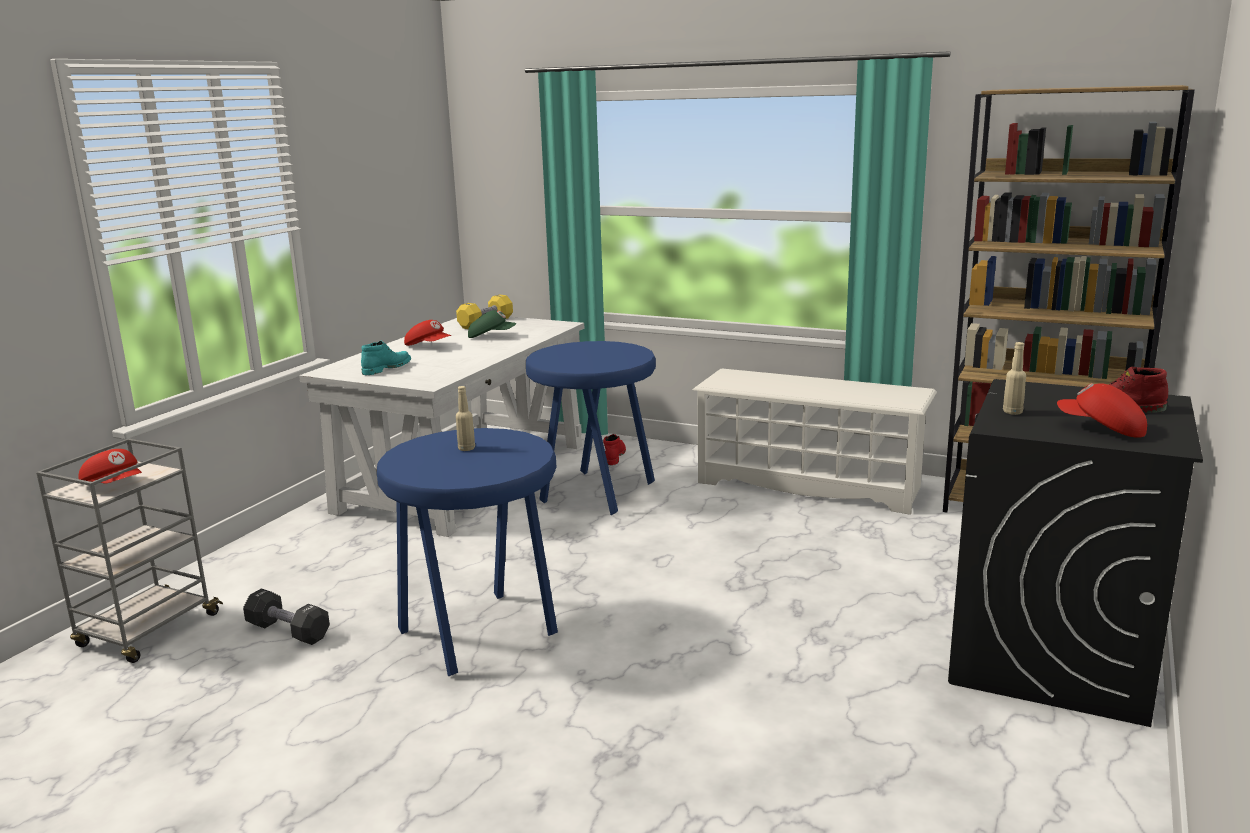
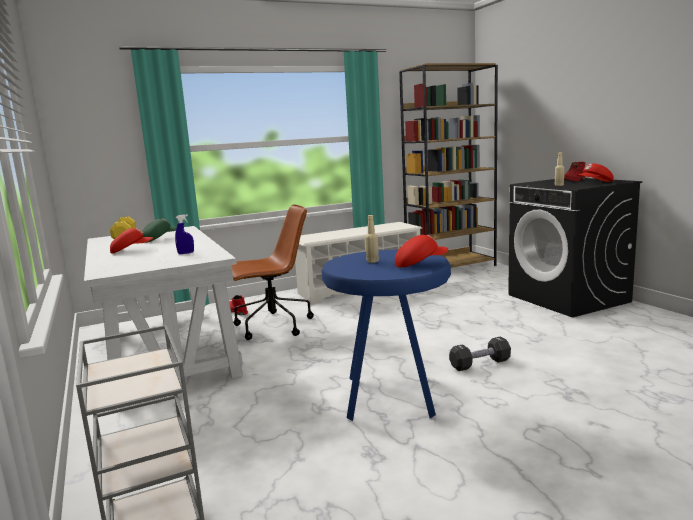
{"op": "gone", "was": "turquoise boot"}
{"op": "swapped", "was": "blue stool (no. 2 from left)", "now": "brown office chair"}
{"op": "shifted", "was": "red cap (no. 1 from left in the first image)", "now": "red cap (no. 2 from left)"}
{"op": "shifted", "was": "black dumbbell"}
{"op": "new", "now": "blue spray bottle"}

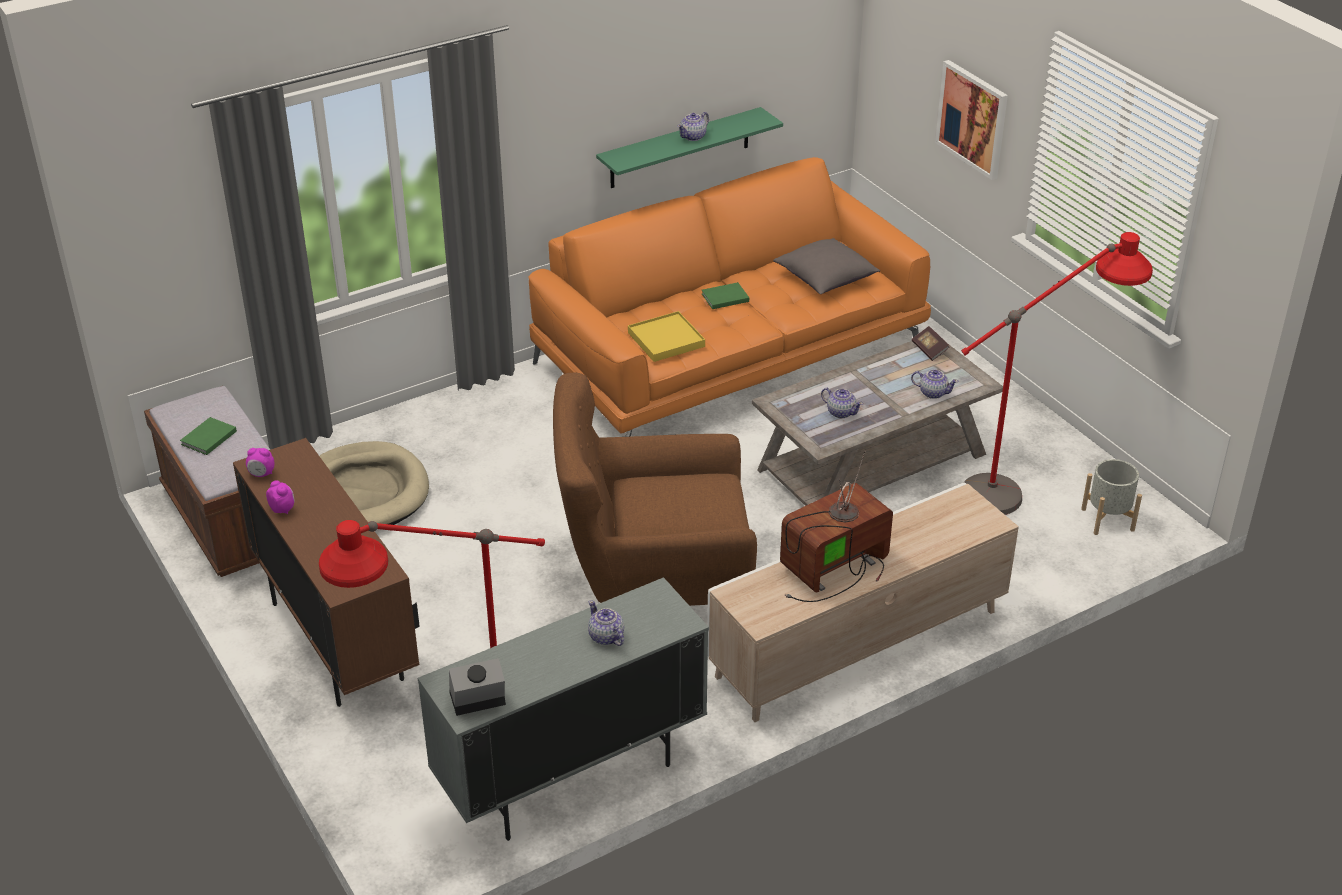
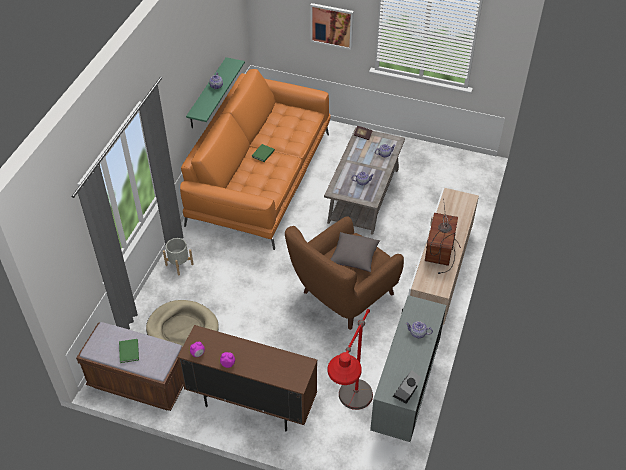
{"op": "gone", "was": "red floor lamp (no. 2 from left)"}
{"op": "shifted", "was": "grey pillow"}
{"op": "gone", "was": "yellow tray"}
{"op": "shifted", "was": "grey planter"}

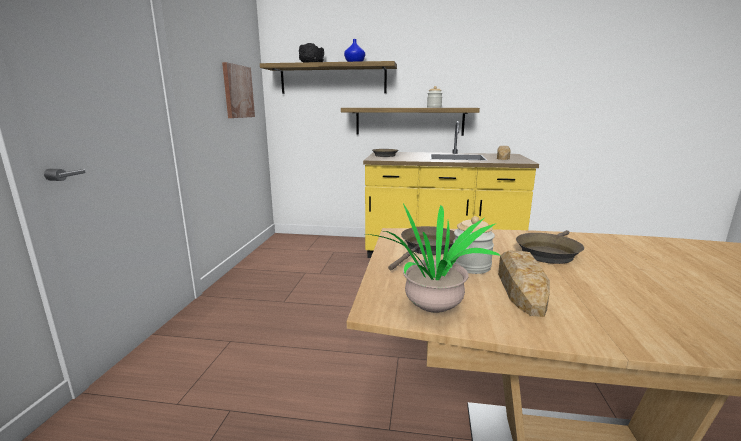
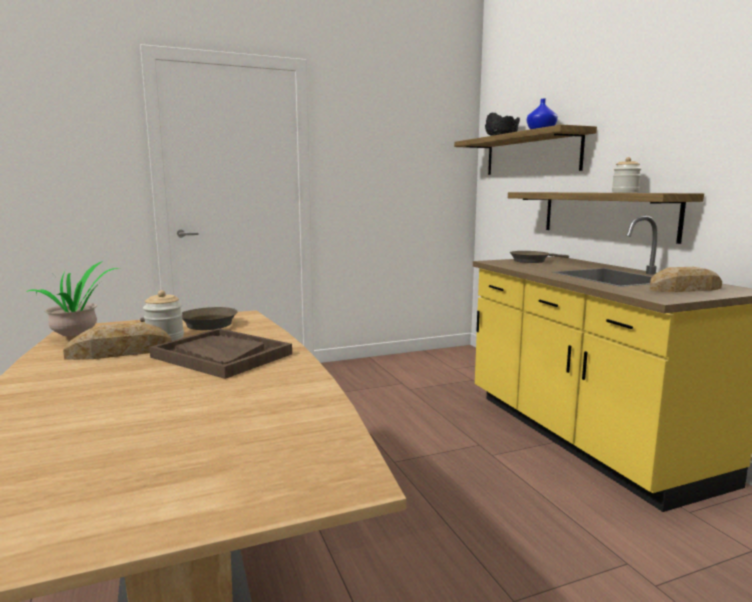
{"op": "gone", "was": "picture"}
{"op": "swapped", "was": "brown frying pan (no. 3 from left)", "now": "brown tray"}

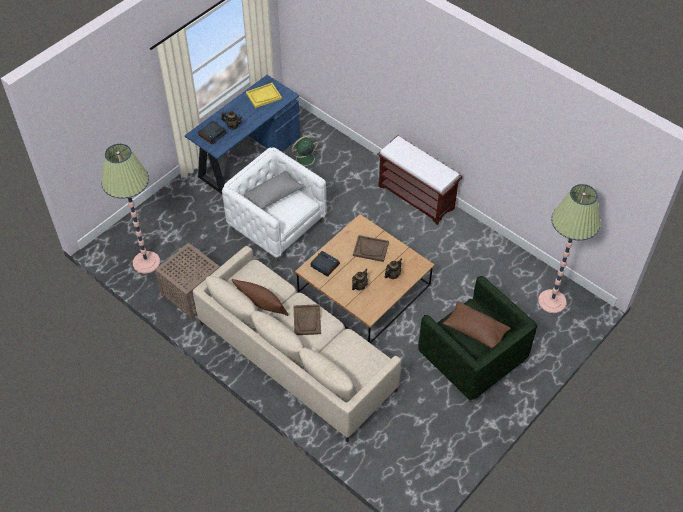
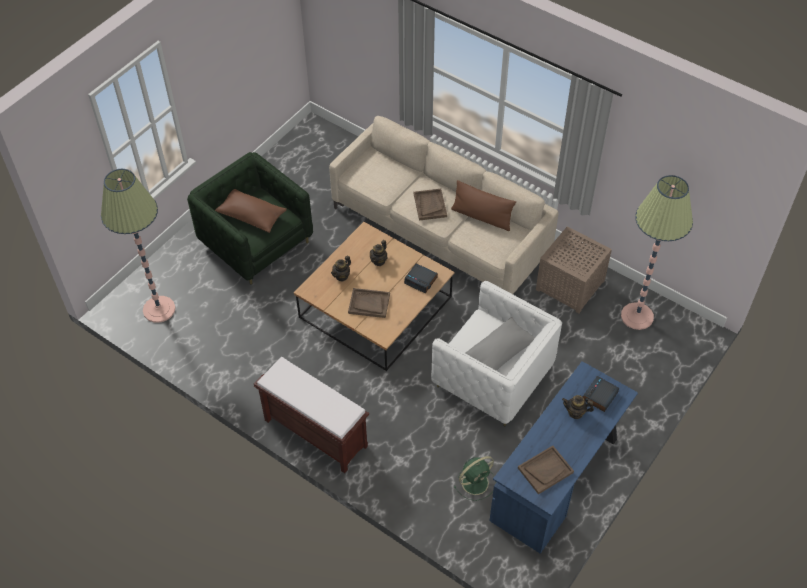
{"op": "repainted", "was": "yellow tray", "now": "brown tray (no. 3 from left)"}

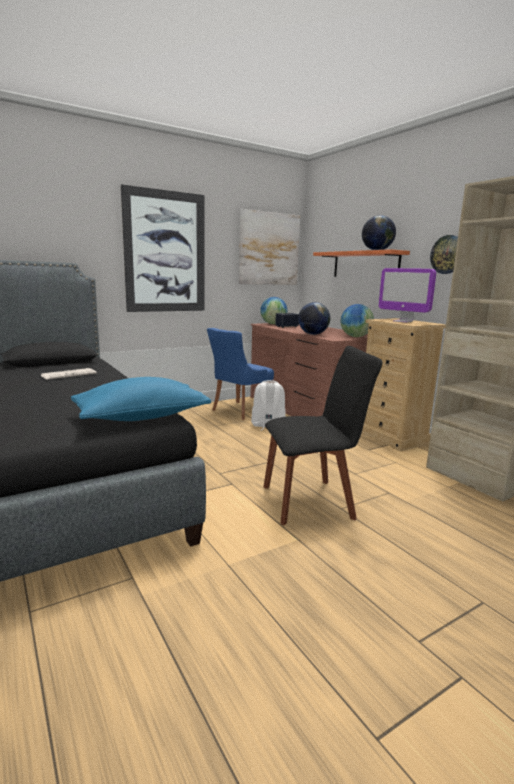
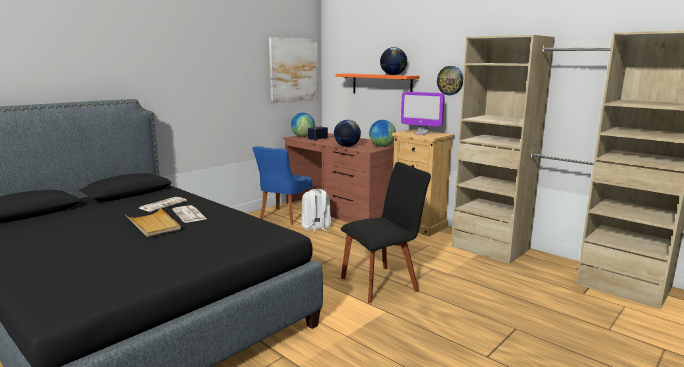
{"op": "gone", "was": "picture (no. 1 from left)"}
{"op": "gone", "was": "blue pillow"}
{"op": "new", "now": "newspaper (no. 2 from left)"}
{"op": "new", "now": "beige tray"}

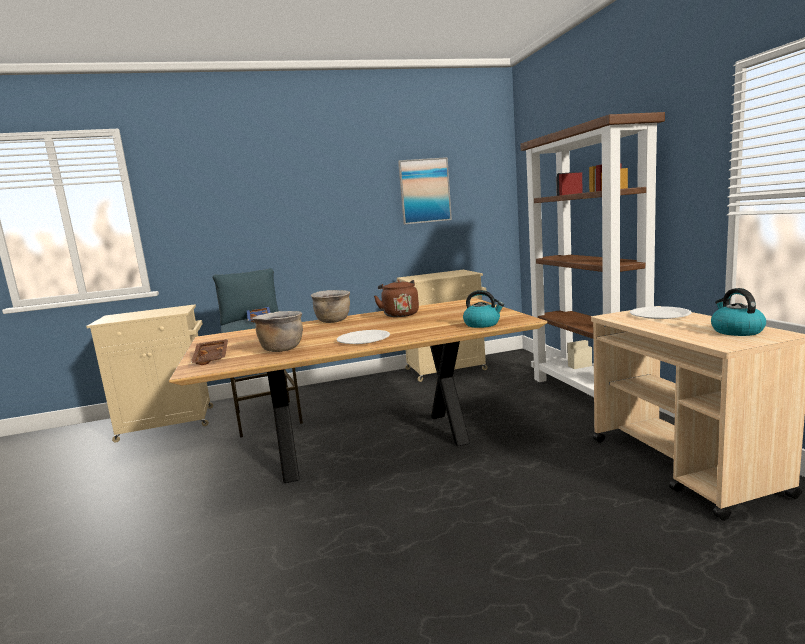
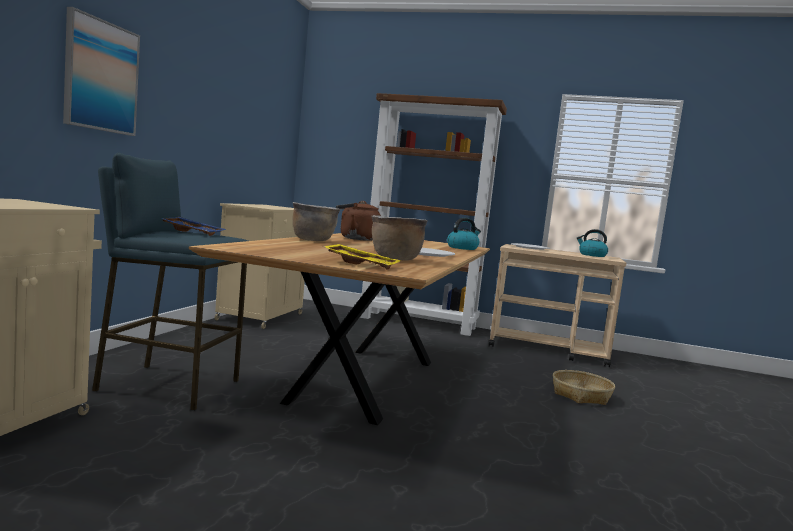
{"op": "shifted", "was": "picture"}
{"op": "repainted", "was": "brown tray", "now": "yellow tray"}
{"op": "new", "now": "basket"}

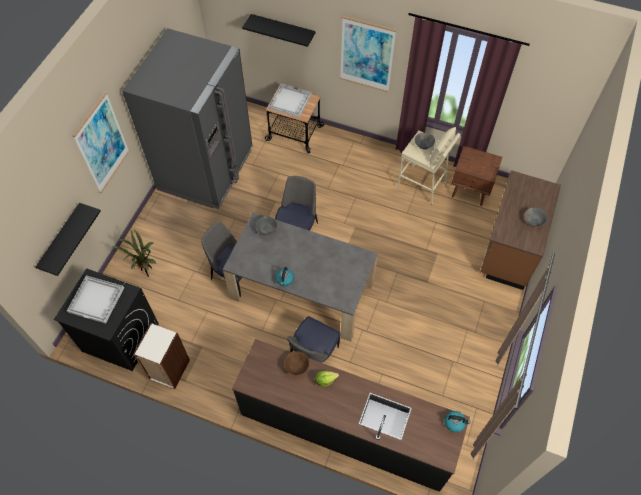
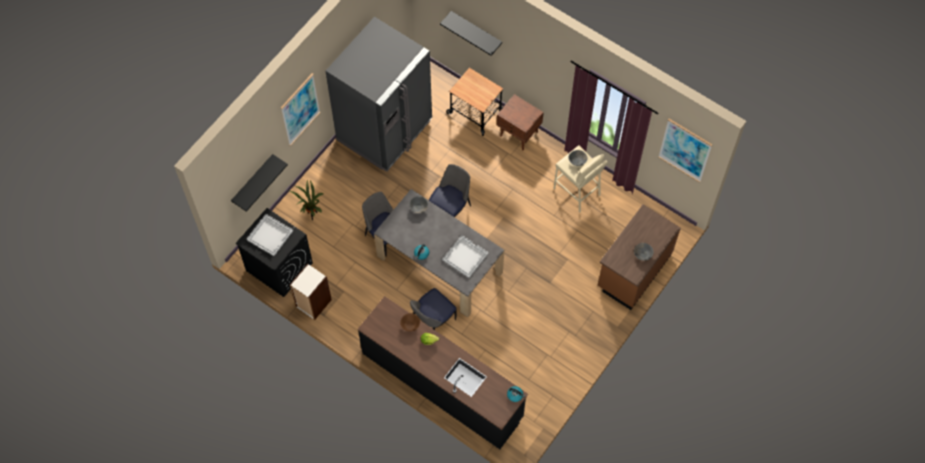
{"op": "shifted", "was": "picture (no. 2 from left)"}
{"op": "shifted", "was": "white tray (no. 2 from left)"}
{"op": "shifted", "was": "brown nightstand"}

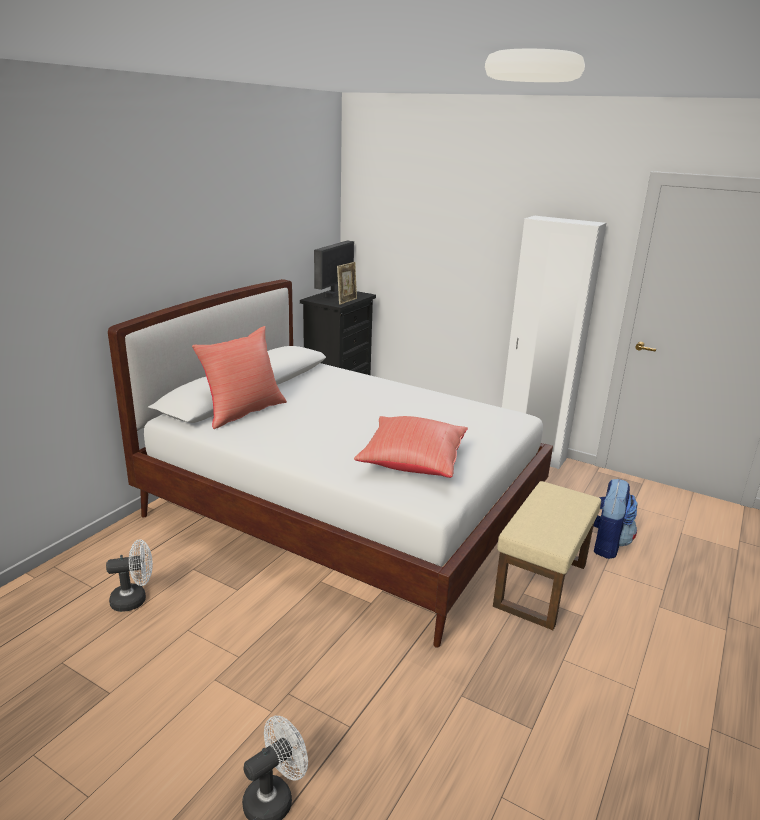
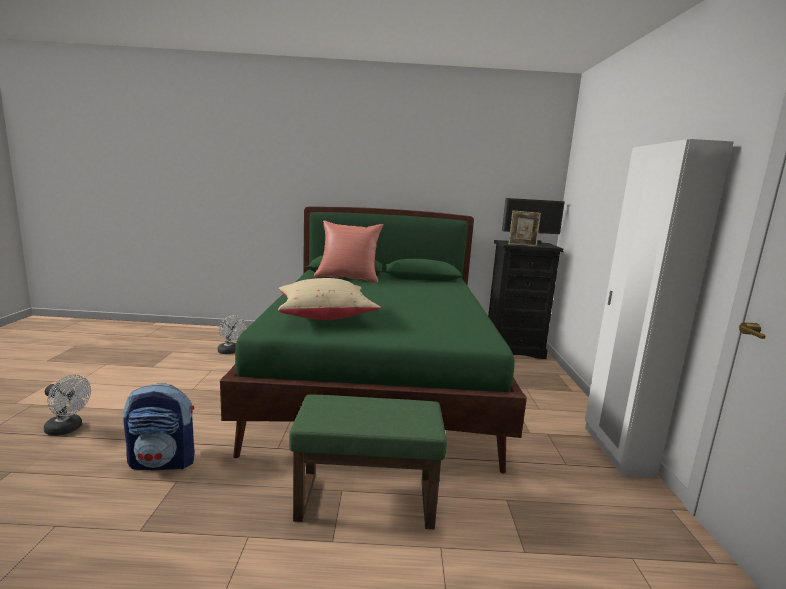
{"op": "repainted", "was": "white bed", "now": "green bed"}
{"op": "repainted", "was": "red pillow (no. 2 from left)", "now": "beige pillow"}
{"op": "shifted", "was": "backpack"}
{"op": "repainted", "was": "beige ottoman", "now": "green ottoman"}

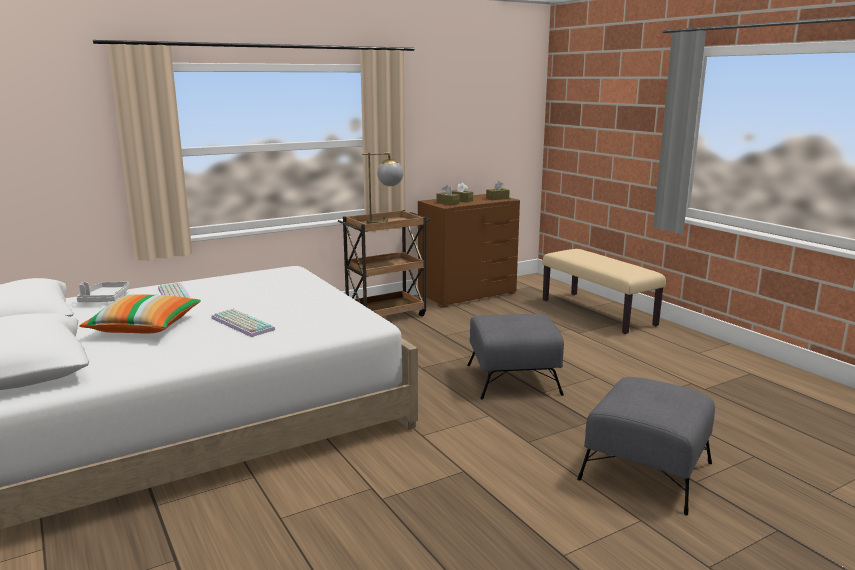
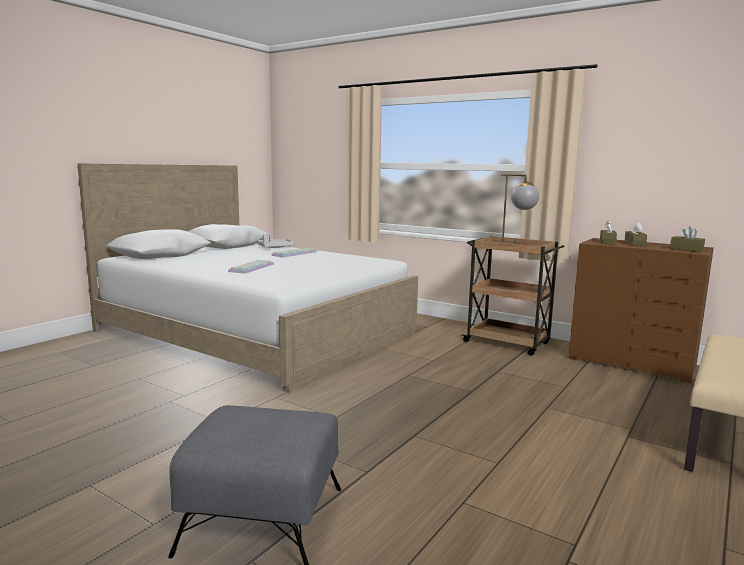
{"op": "gone", "was": "pillow"}
{"op": "gone", "was": "grey ottoman (no. 1 from left)"}

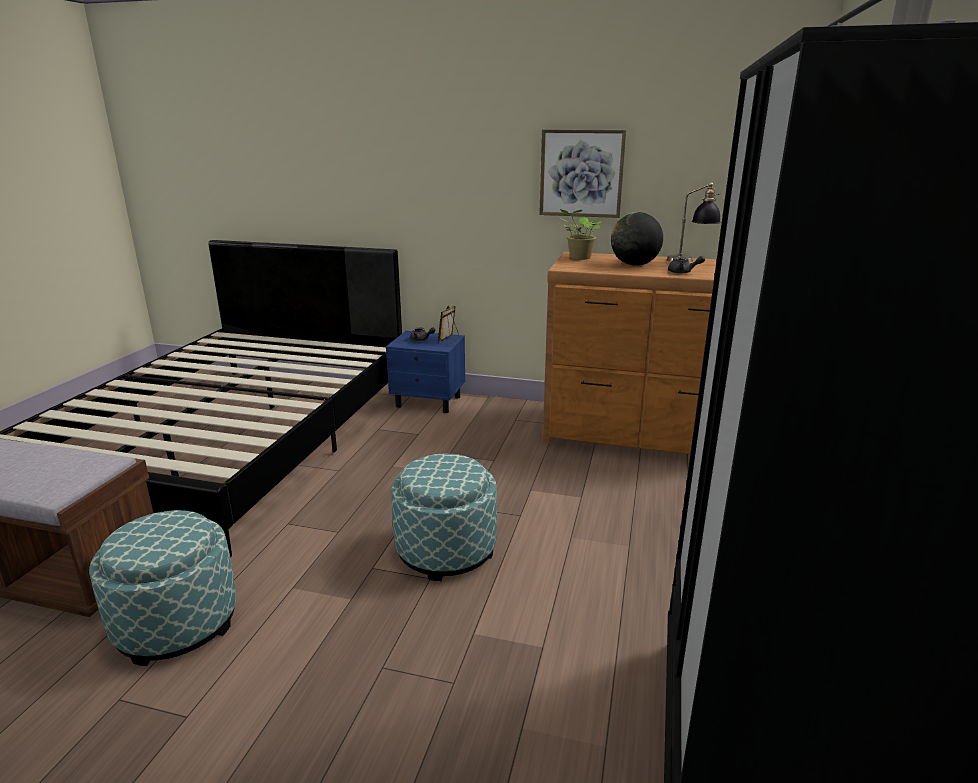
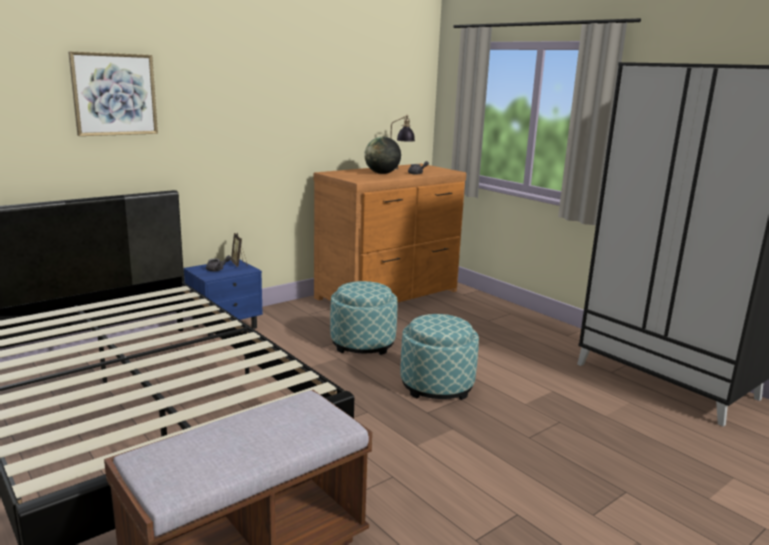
{"op": "shifted", "was": "picture"}
{"op": "gone", "was": "potted plant"}
{"op": "shifted", "was": "ottoman (no. 1 from left)"}

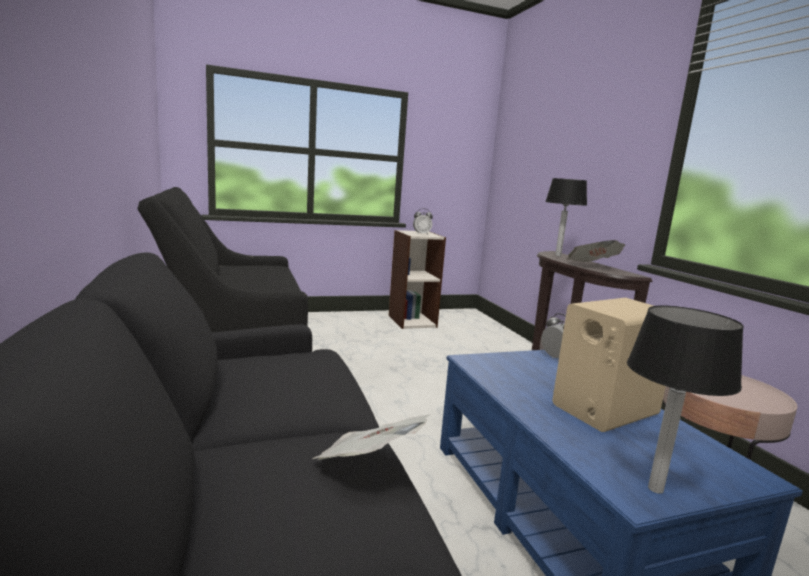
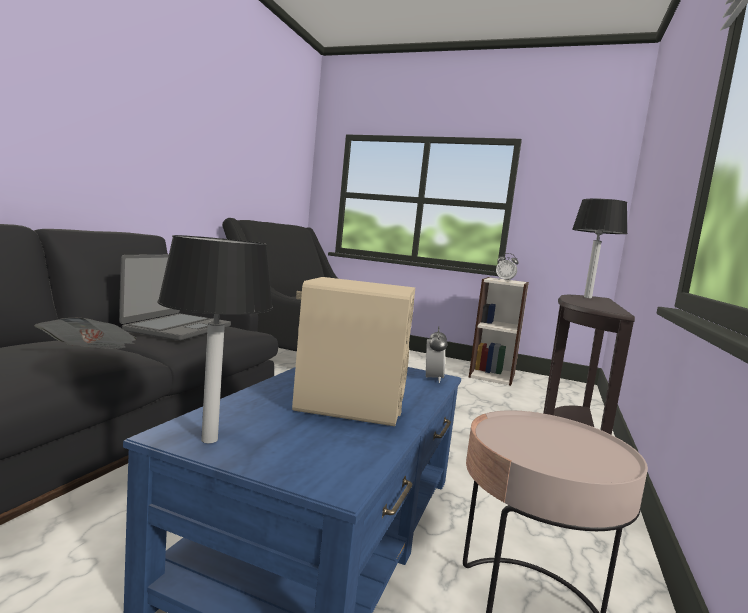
{"op": "gone", "was": "newspaper (no. 2 from left)"}
{"op": "new", "now": "laptop"}

